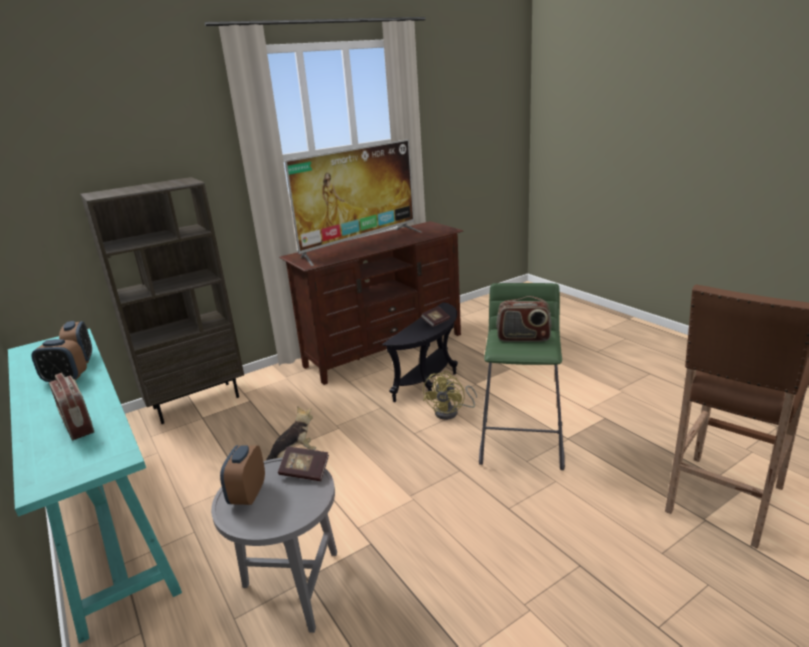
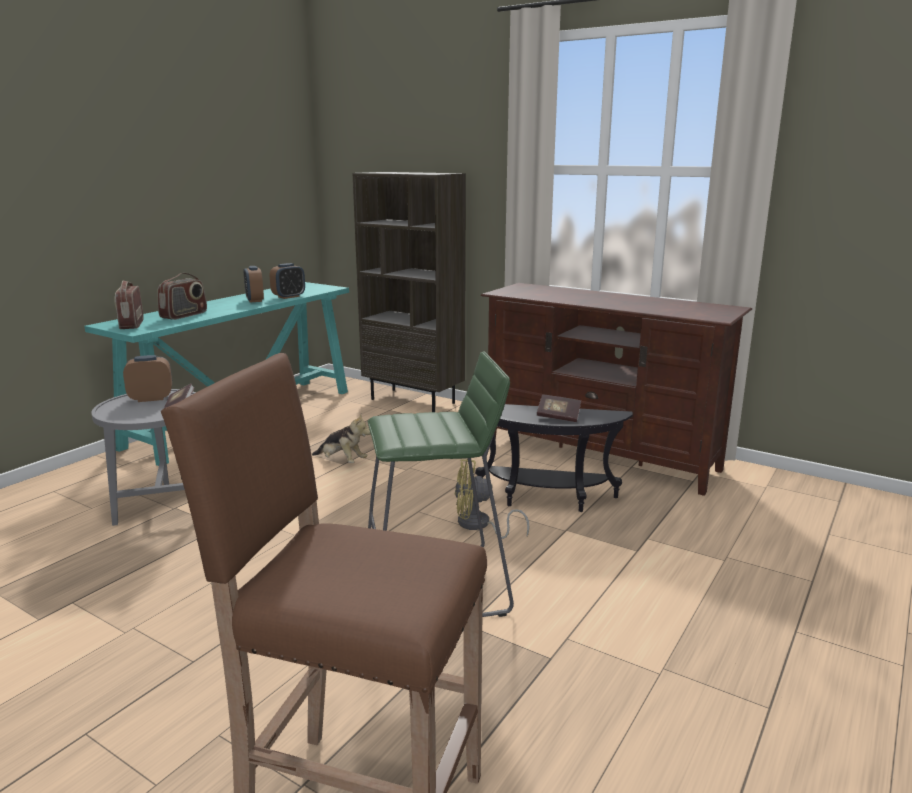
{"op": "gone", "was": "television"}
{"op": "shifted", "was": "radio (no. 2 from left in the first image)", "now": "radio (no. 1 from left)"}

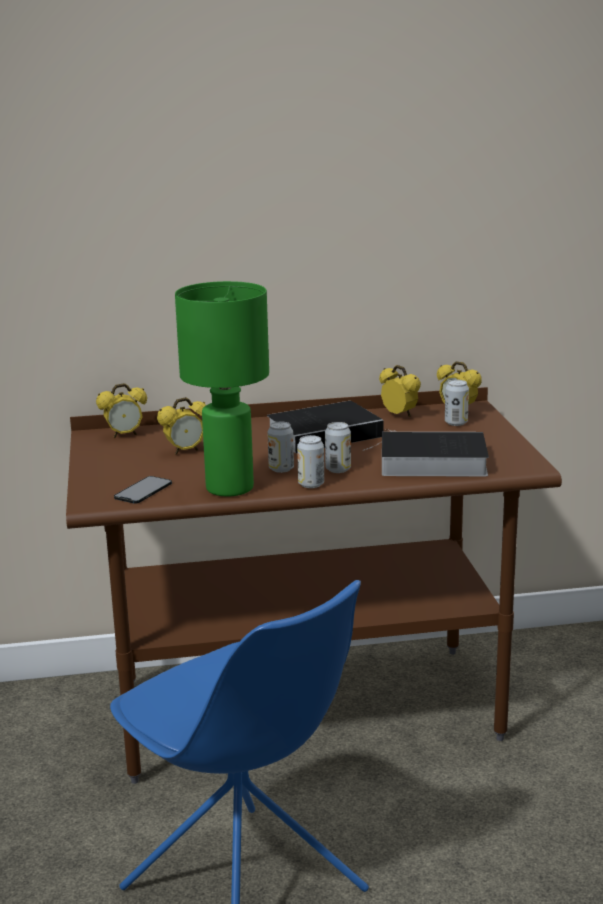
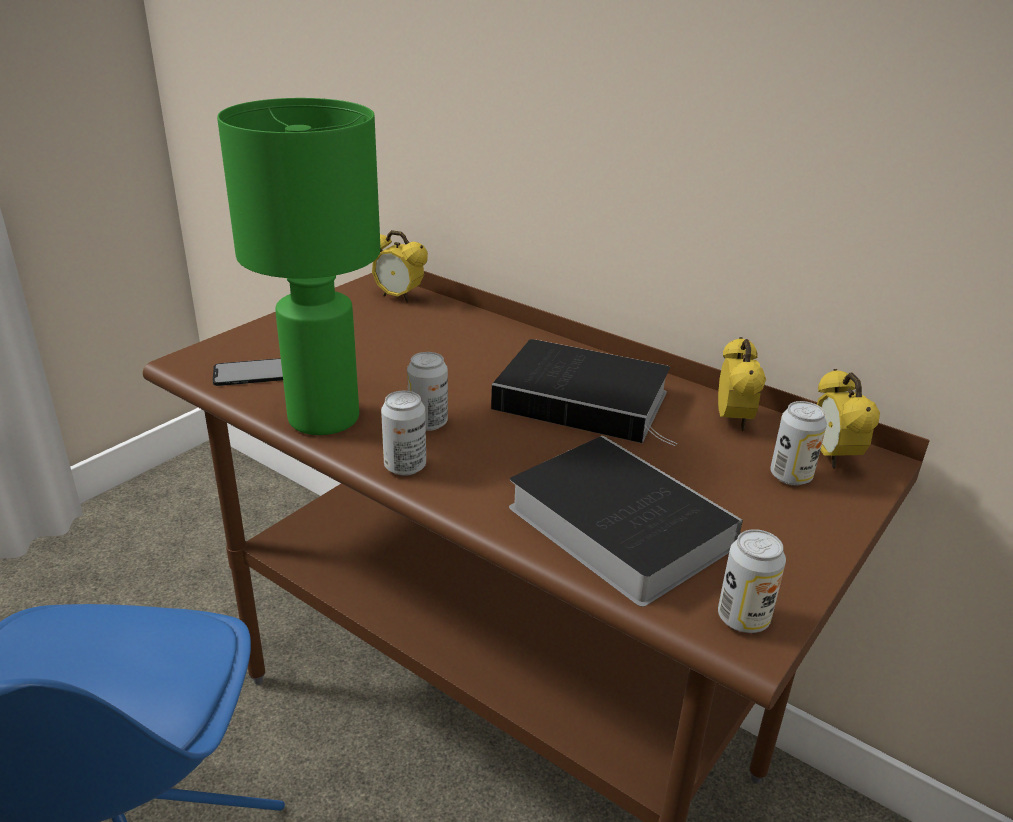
{"op": "gone", "was": "alarm clock (no. 2 from left)"}
{"op": "shifted", "was": "can (no. 3 from left)"}

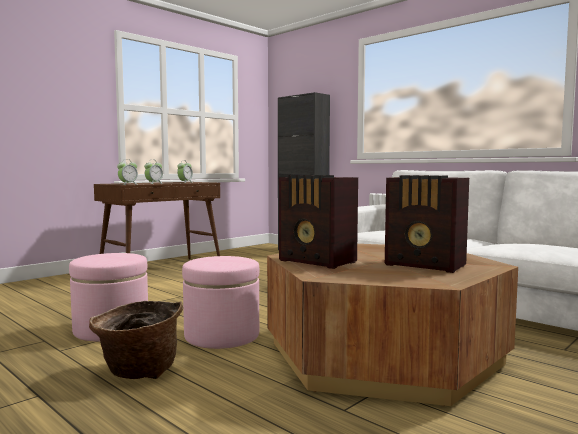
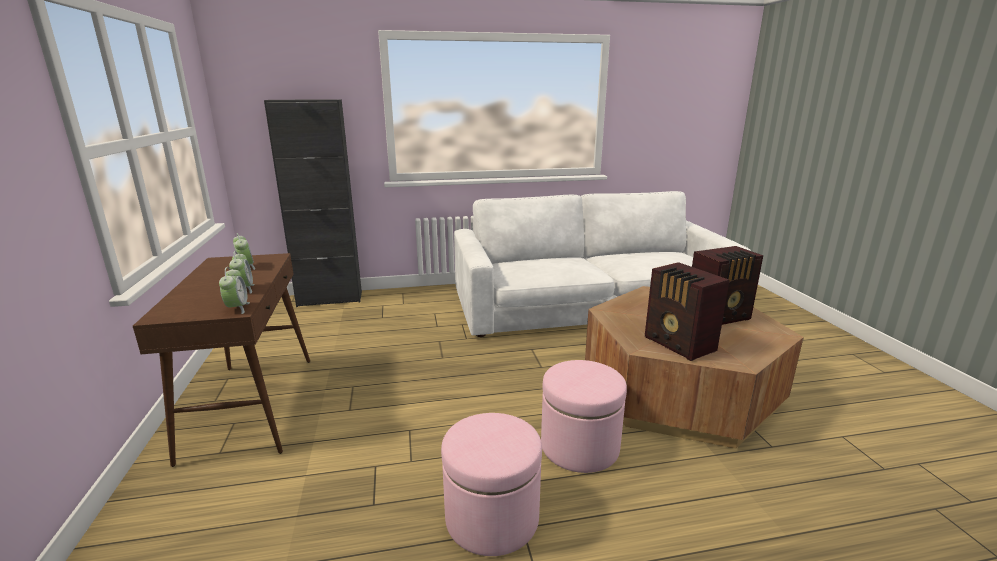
{"op": "rotated", "was": "radio (no. 1 from left)", "clockwise": 75}
{"op": "gone", "was": "basket"}

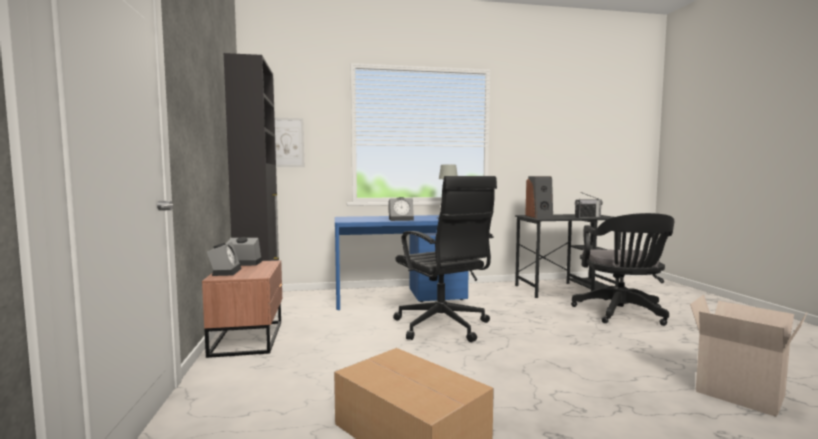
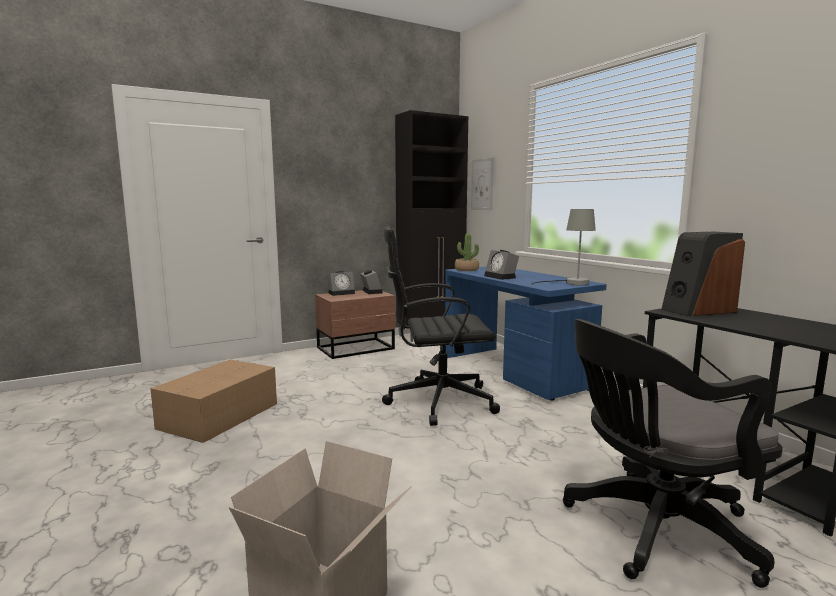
{"op": "rotated", "was": "black office chair (no. 1 from left)", "clockwise": 45}
{"op": "gone", "was": "radio"}
{"op": "new", "now": "potted plant"}

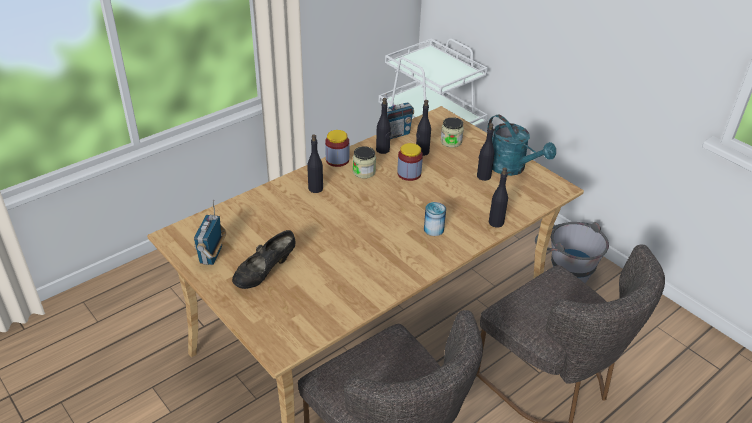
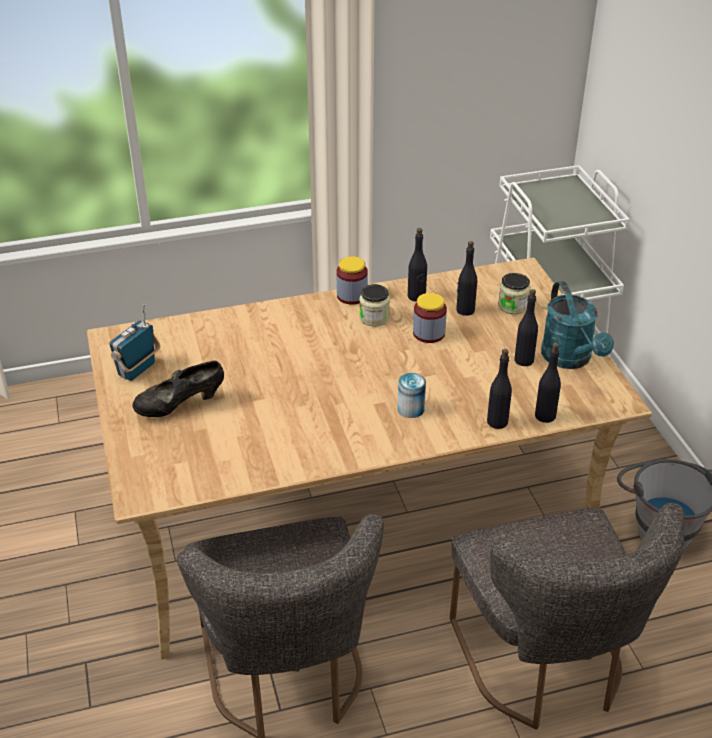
{"op": "gone", "was": "radio (no. 2 from left)"}
{"op": "shifted", "was": "black bottle (no. 1 from left in the first image)", "now": "black bottle (no. 5 from left)"}

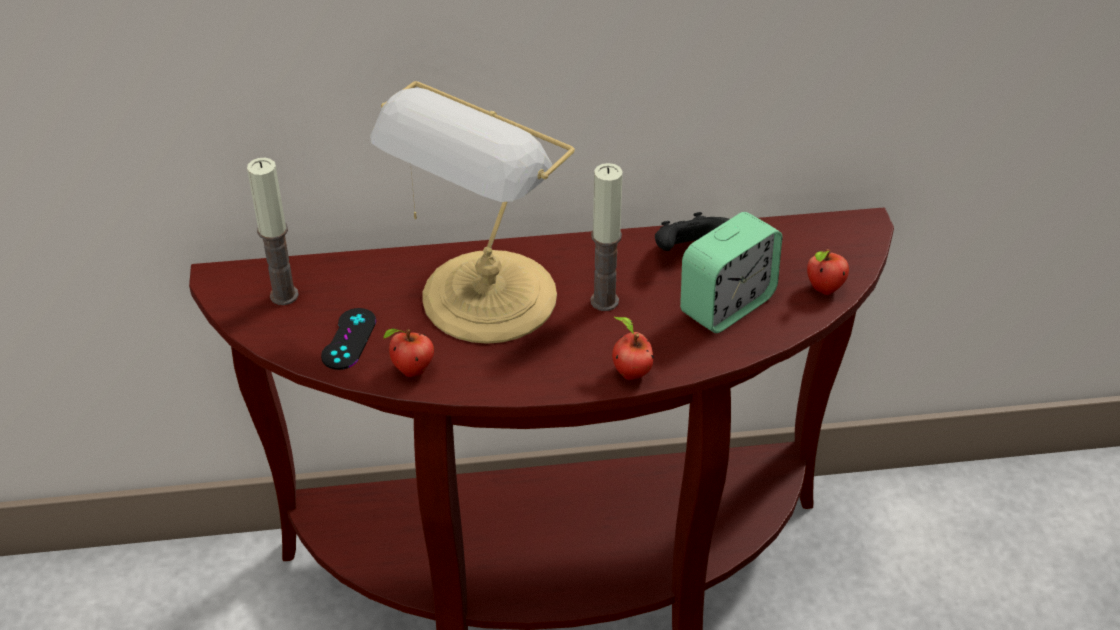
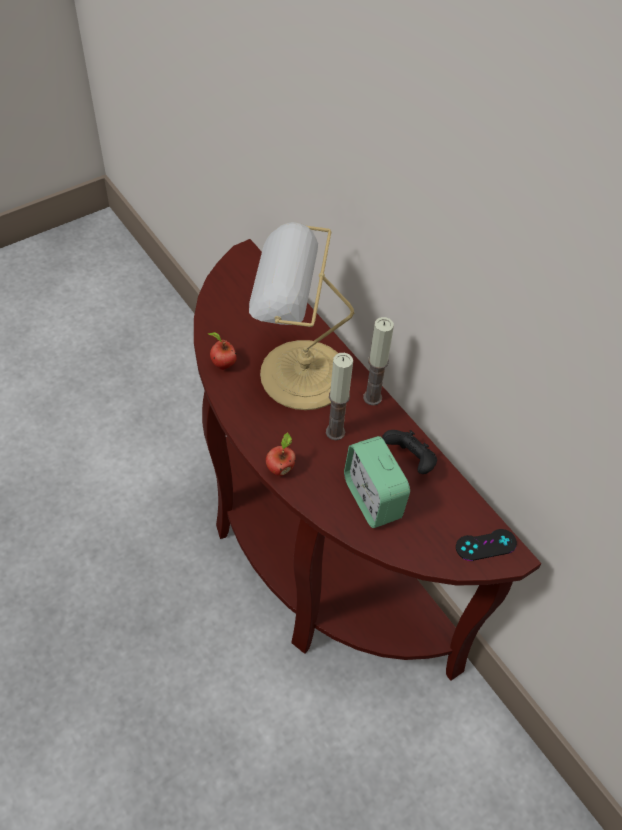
{"op": "shifted", "was": "candle (no. 1 from left in the first image)", "now": "candle (no. 2 from left)"}
{"op": "rotated", "was": "alarm clock", "clockwise": 45}
{"op": "gone", "was": "apple (no. 3 from left)"}
{"op": "shifted", "was": "black game controller (no. 1 from left in the first image)", "now": "black game controller (no. 2 from left)"}

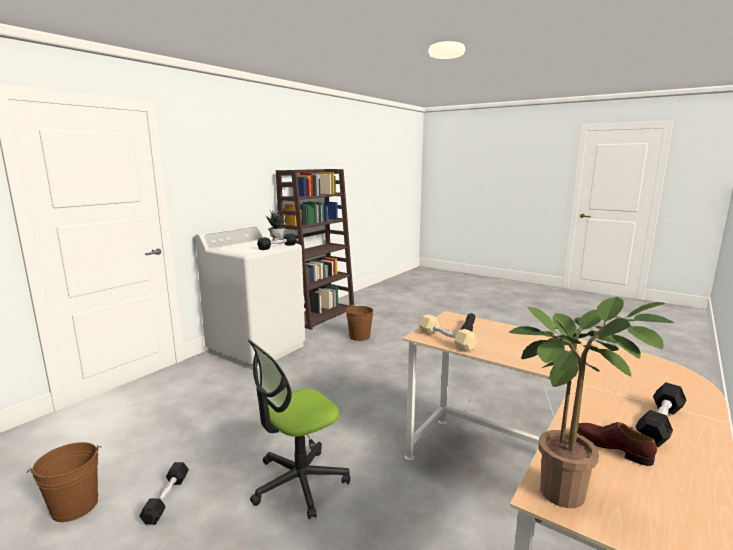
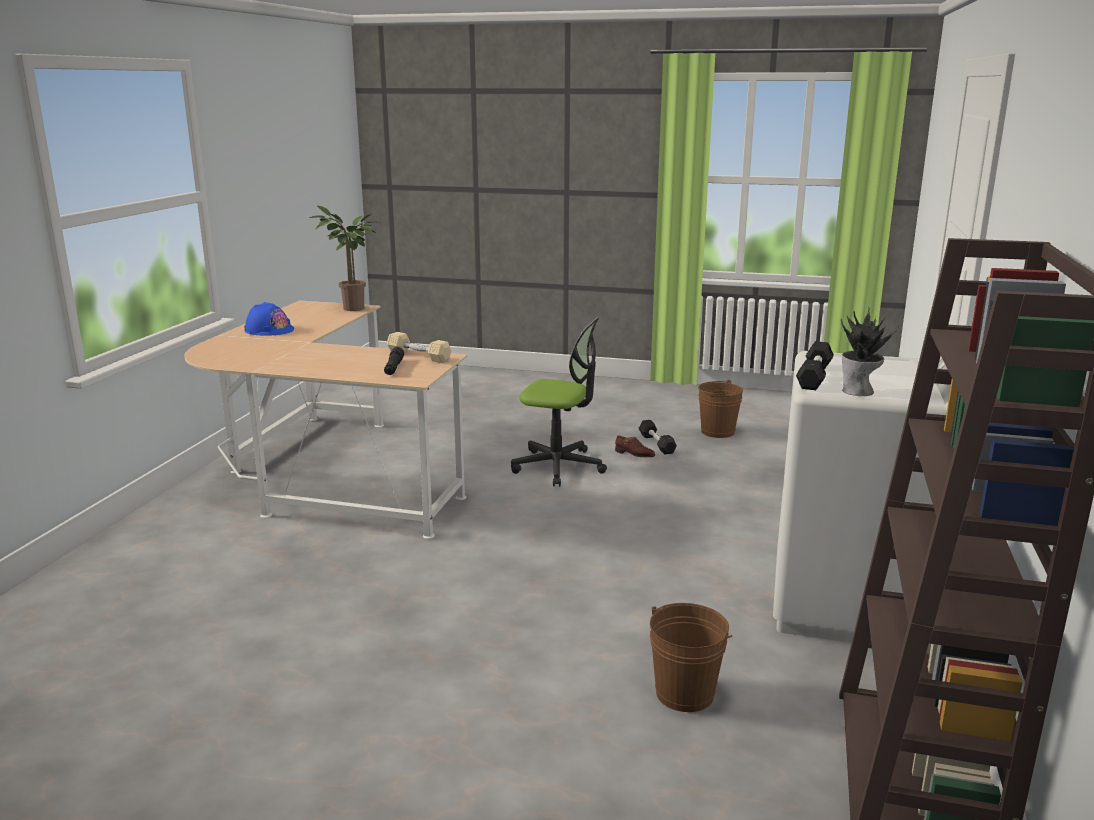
{"op": "rotated", "was": "office chair", "clockwise": 75}
{"op": "swapped", "was": "black dumbbell (no. 3 from left)", "now": "blue hard hat"}
{"op": "shifted", "was": "brown shoe"}

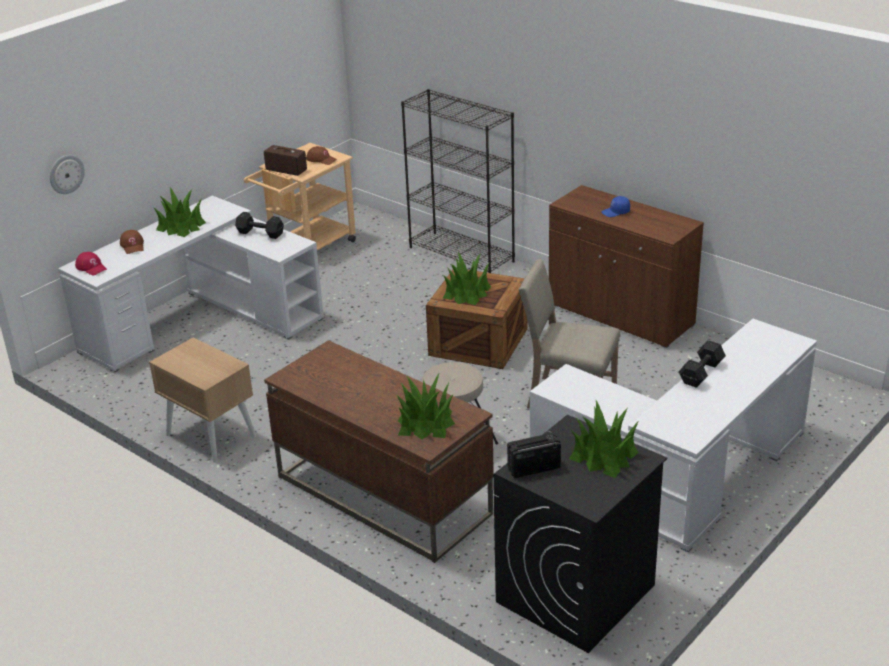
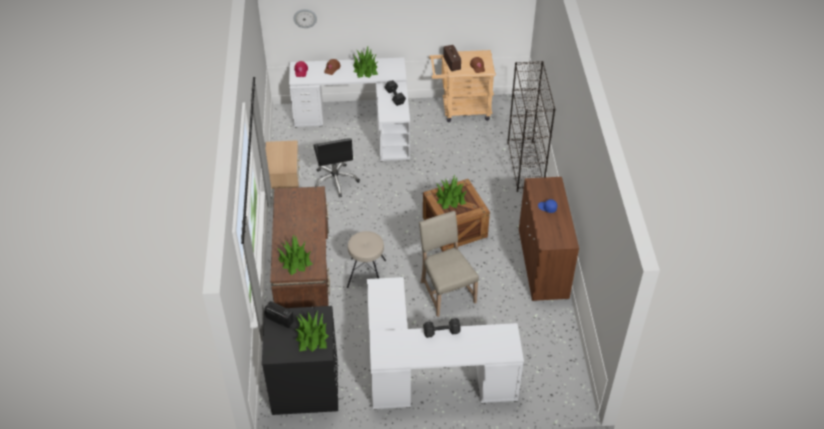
{"op": "new", "now": "black office chair"}

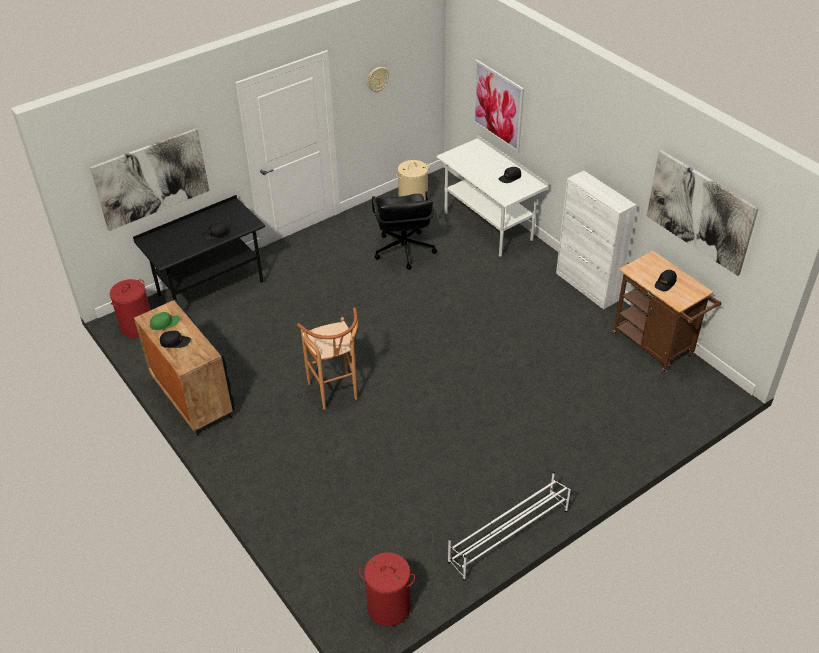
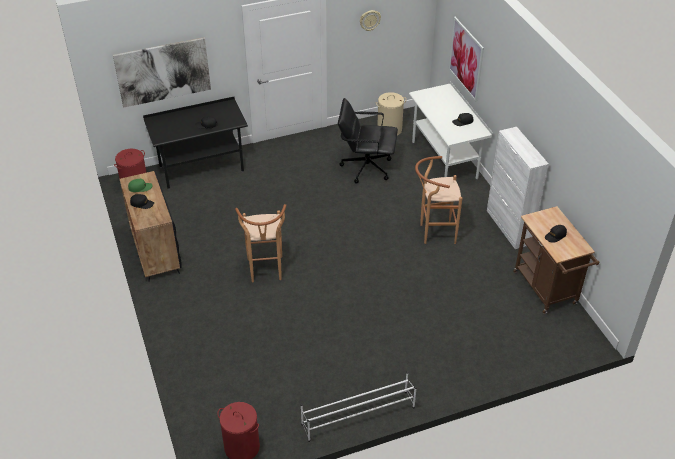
{"op": "gone", "was": "picture (no. 3 from left)"}
{"op": "rotated", "was": "black office chair", "clockwise": 90}
{"op": "new", "now": "brown stool (no. 2 from left)"}

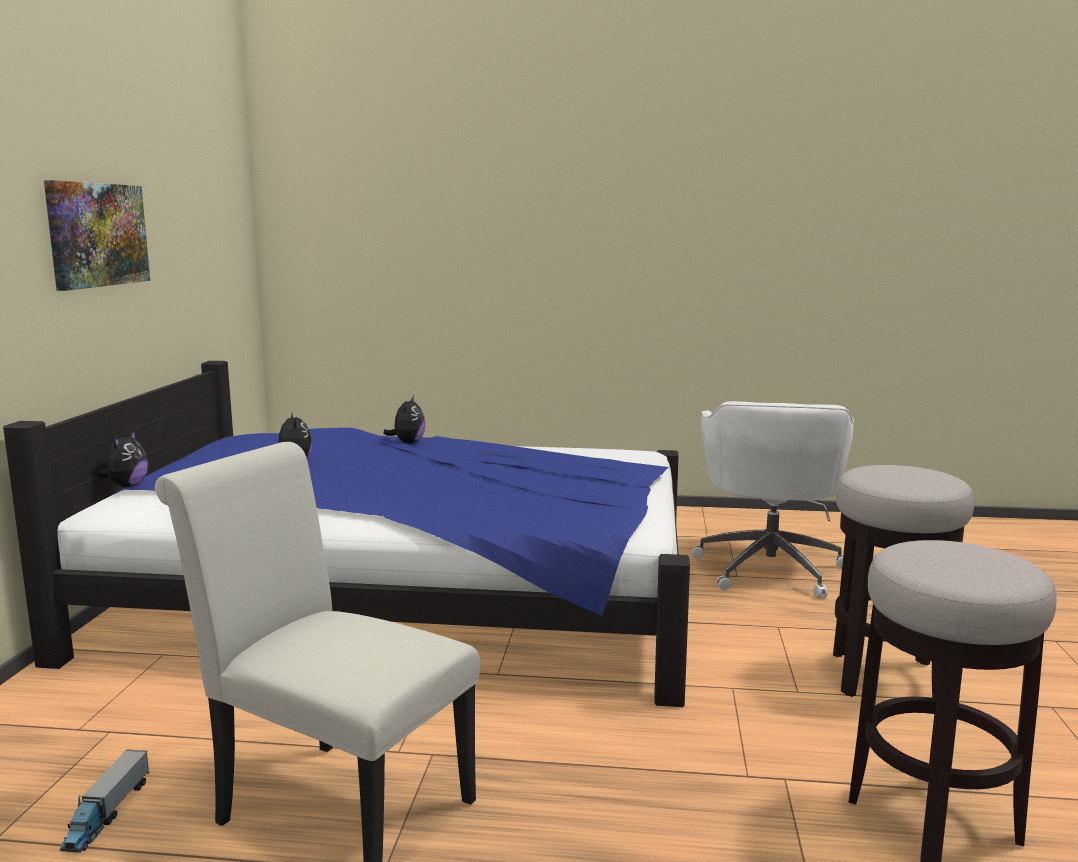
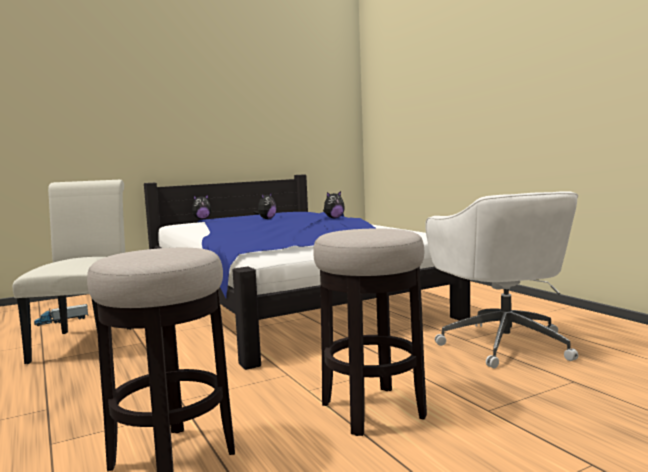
{"op": "gone", "was": "picture"}
{"op": "rotated", "was": "white office chair", "clockwise": -75}

